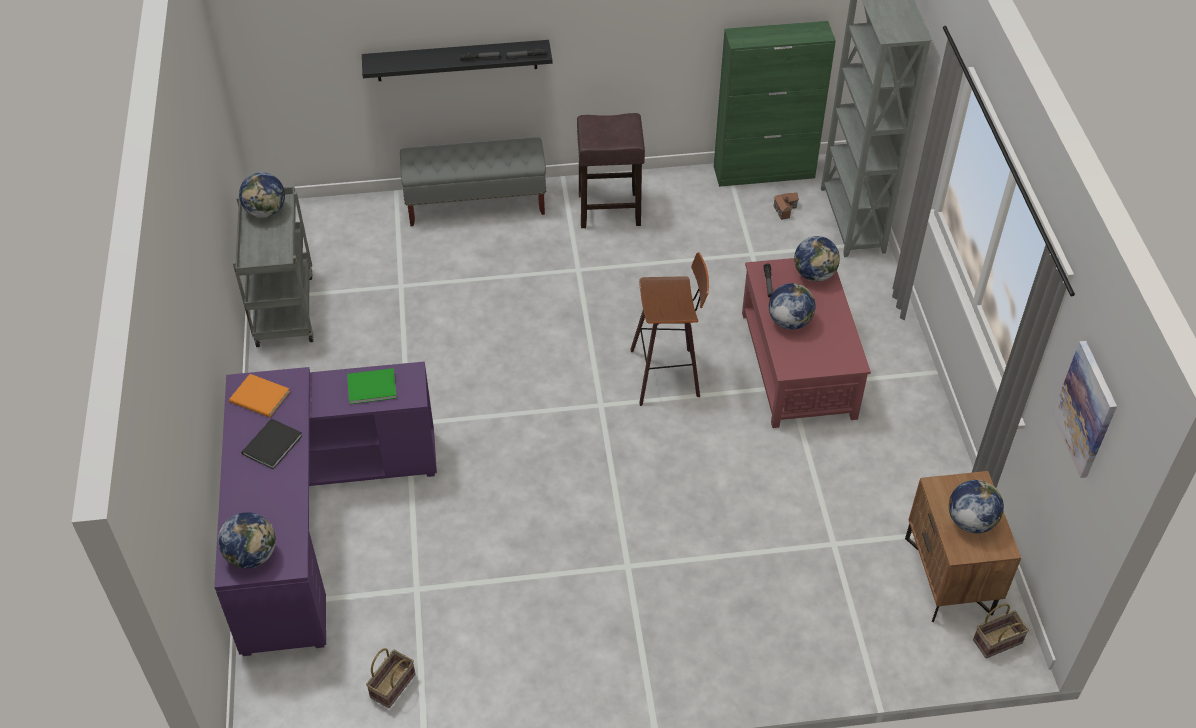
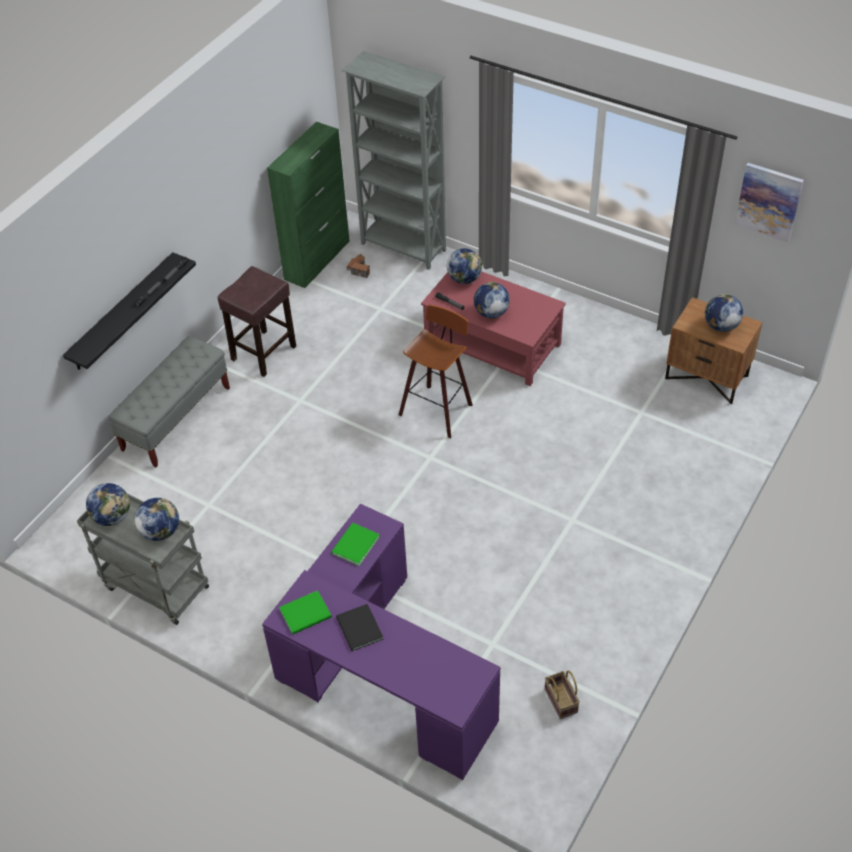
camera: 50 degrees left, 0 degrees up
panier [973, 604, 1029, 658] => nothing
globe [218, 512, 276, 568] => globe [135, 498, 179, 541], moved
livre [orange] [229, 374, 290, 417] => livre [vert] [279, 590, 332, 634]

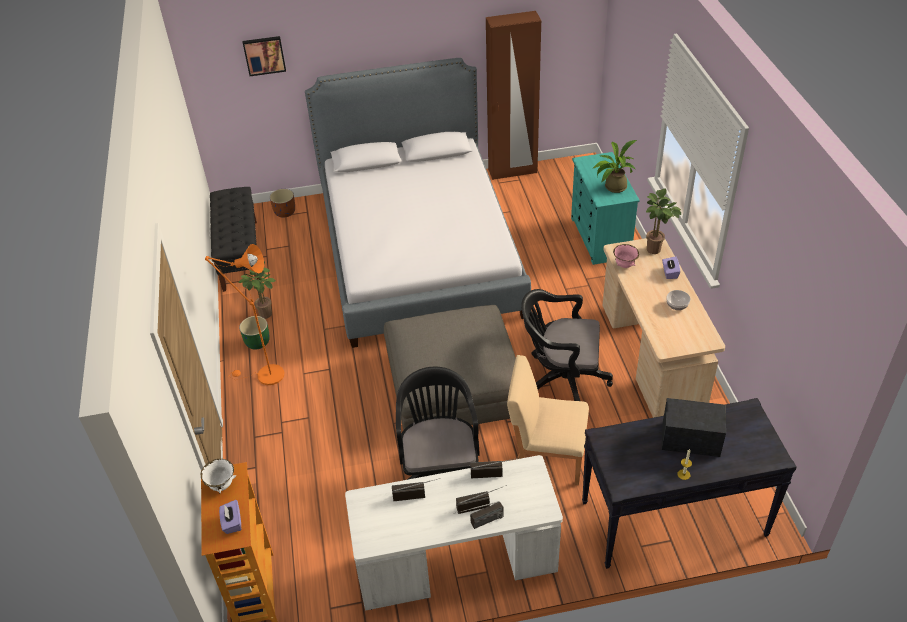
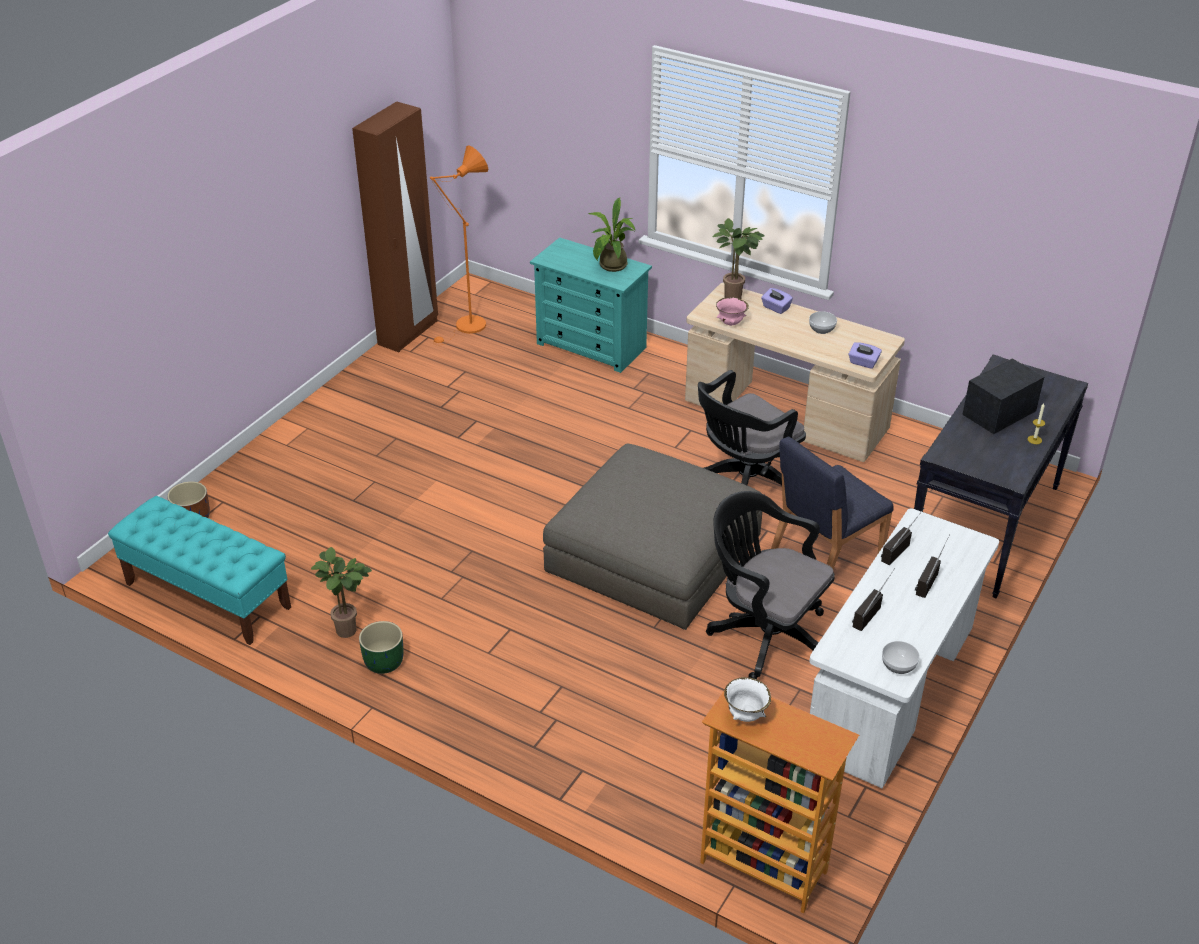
camera: 50 degrees left, 5 degrees down
tableau [243, 36, 286, 76] => nothing
lit [305, 58, 531, 348] => nothing
radio [457, 501, 503, 529] => nothing
nothing => bol [882, 641, 920, 674]
lampadaire [orange] [205, 244, 284, 385] => lampadaire [orange] [430, 145, 488, 345], moved
boîte à mouchoirs [violet] [219, 500, 241, 534] => boîte à mouchoirs [violet] [849, 342, 882, 369], moved
banc [noir] [210, 187, 258, 292] => banc [turquoise] [108, 496, 291, 645]
chaise [beige] [507, 355, 589, 485] => chaise [bleu] [771, 437, 894, 569]

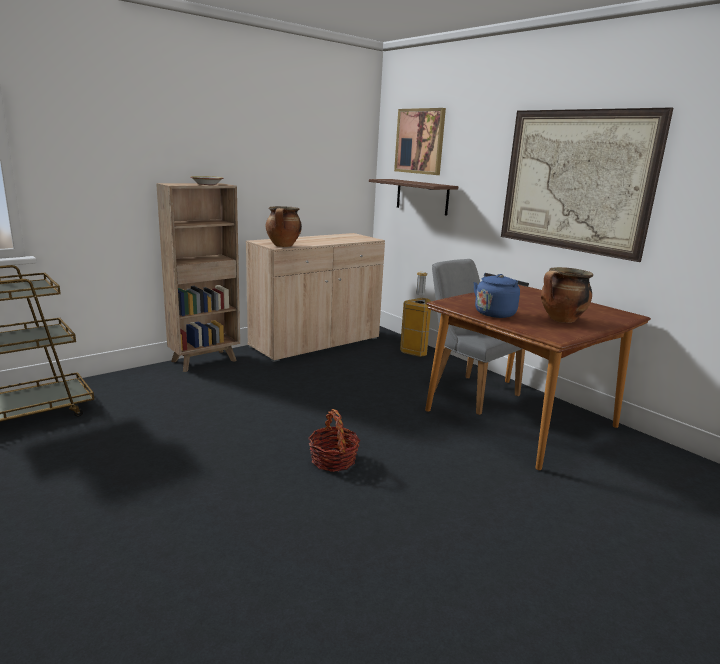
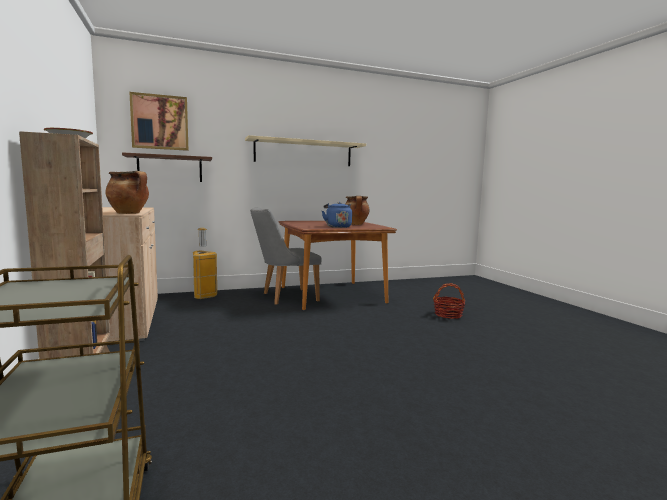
camera: 70 degrees left, 10 degrees down
panier [308, 409, 361, 472] => panier [433, 283, 465, 319], moved
tableau [501, 107, 673, 262] => étagère [beige] [245, 135, 366, 166]

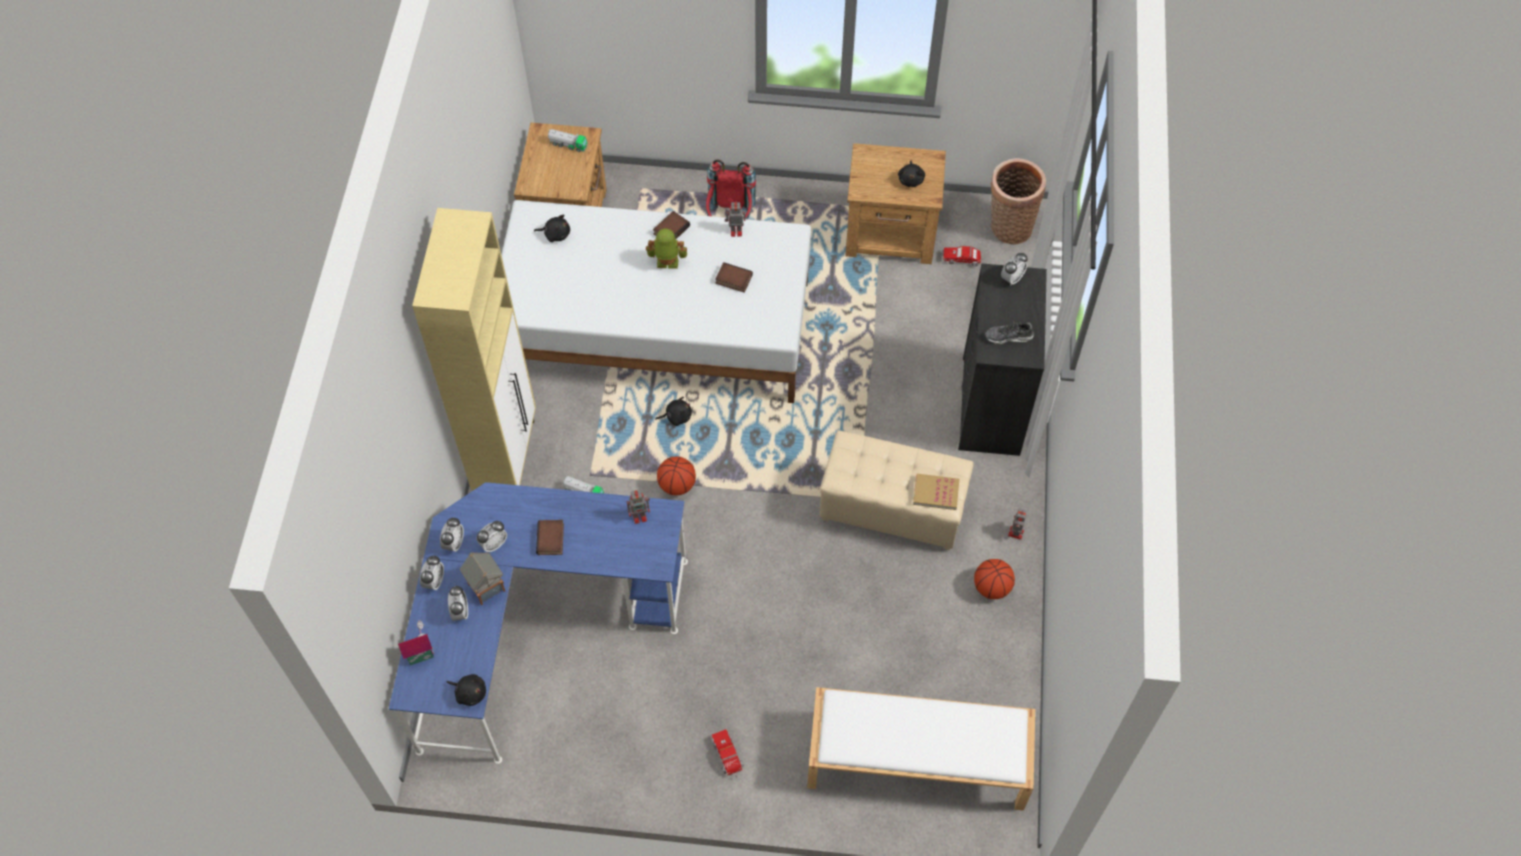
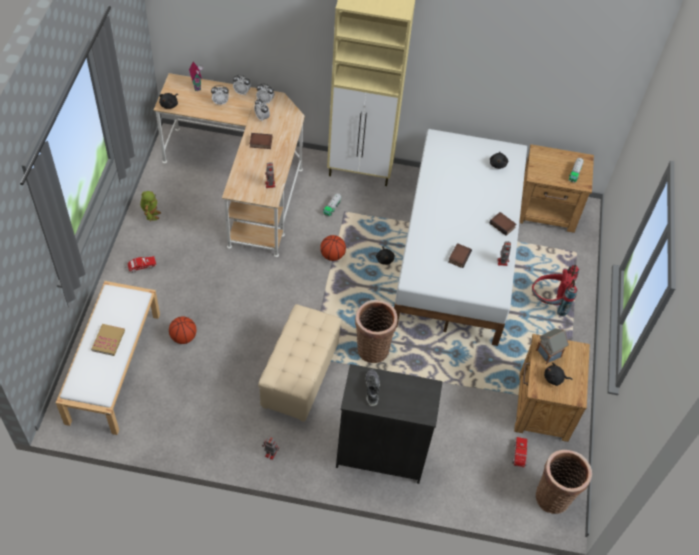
camera: 90 degrees right, 5 degrees down
réveil [1001, 253, 1028, 286] => nothing
nothing => panier [355, 300, 397, 363]
maison miniature [460, 552, 505, 605] => maison miniature [536, 328, 569, 364], moved
robot jouet [646, 228, 687, 269] => robot jouet [140, 191, 161, 222], moved
livre [913, 474, 959, 510] => livre [91, 324, 125, 356], moved
ballon de basket [974, 559, 1015, 599] => ballon de basket [169, 317, 196, 344], moved
bureau [bleu] [389, 482, 688, 764] => bureau [beige] [154, 73, 305, 257]

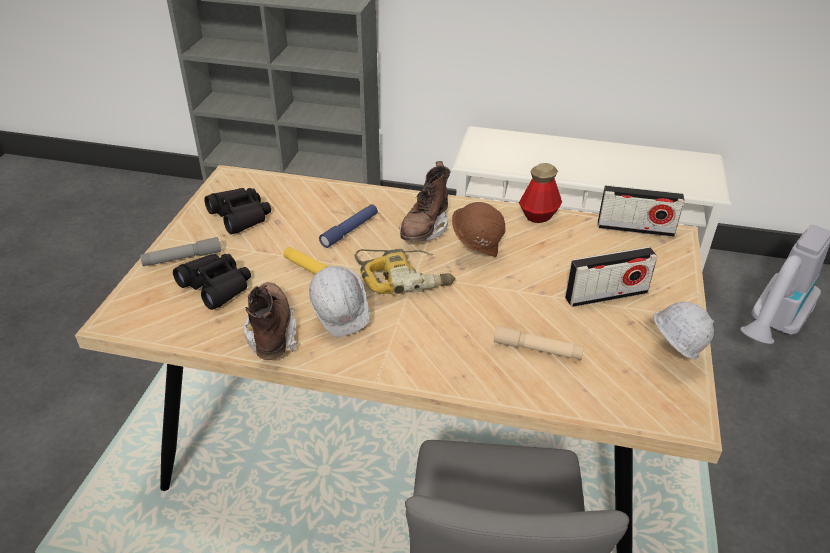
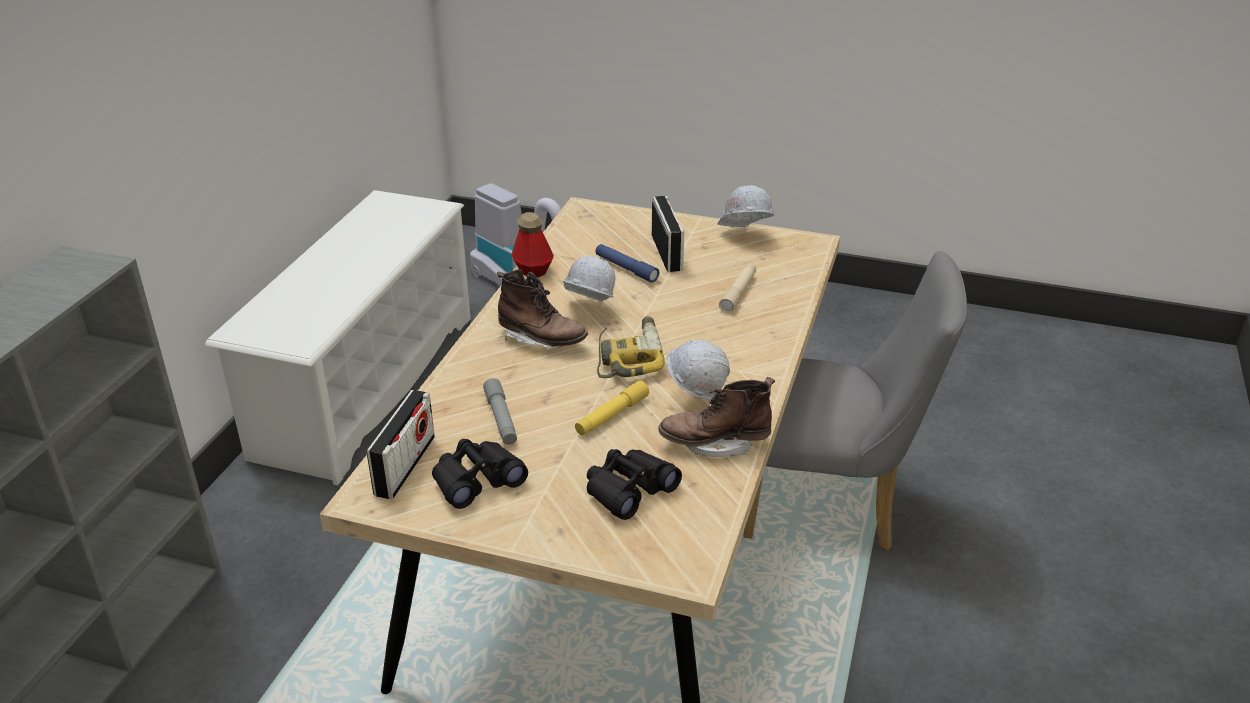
camera: 85 degrees left, 5 degrees down
lampe de poche [gris] [140, 237, 221, 266] => lampe de poche [gris] [483, 378, 517, 445], moved
lampe de poche [bleu] [319, 204, 378, 248] => lampe de poche [bleu] [595, 244, 659, 283], moved
radio [598, 185, 684, 237] => radio [367, 390, 435, 499], moved
casque de chantier [marron] [452, 202, 505, 257] => casque de chantier [blanc] [563, 256, 615, 301]

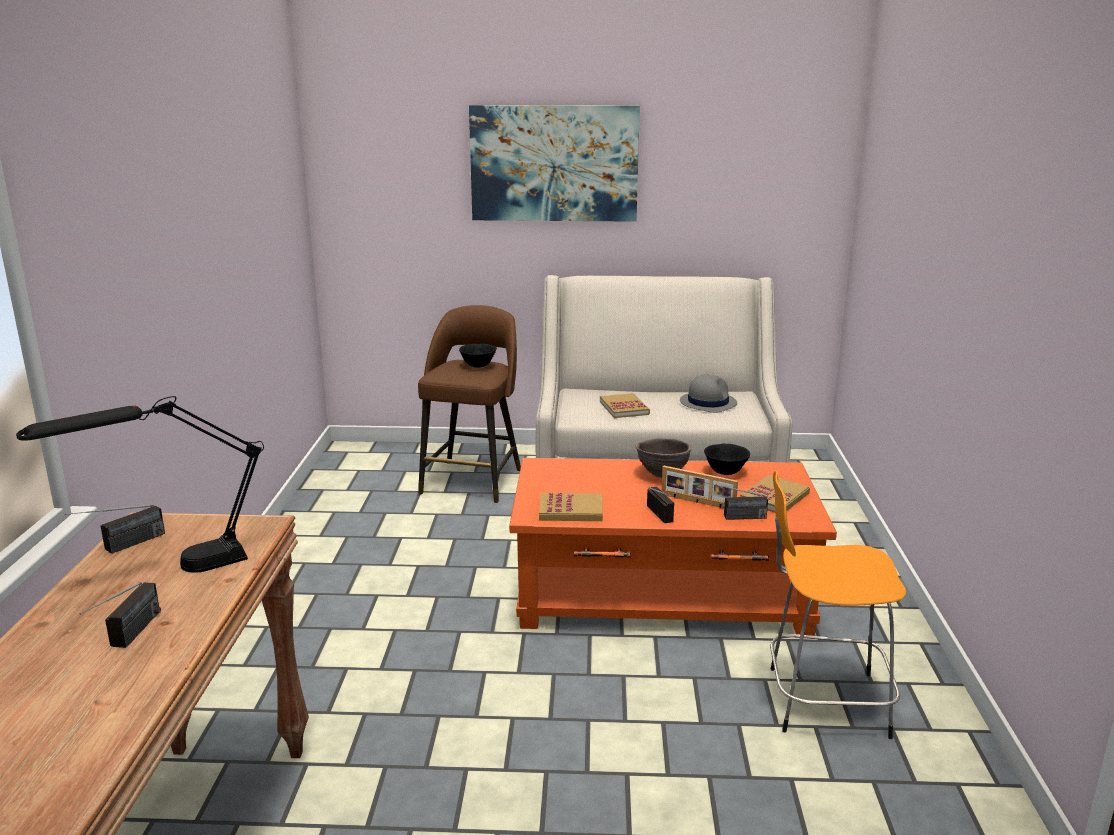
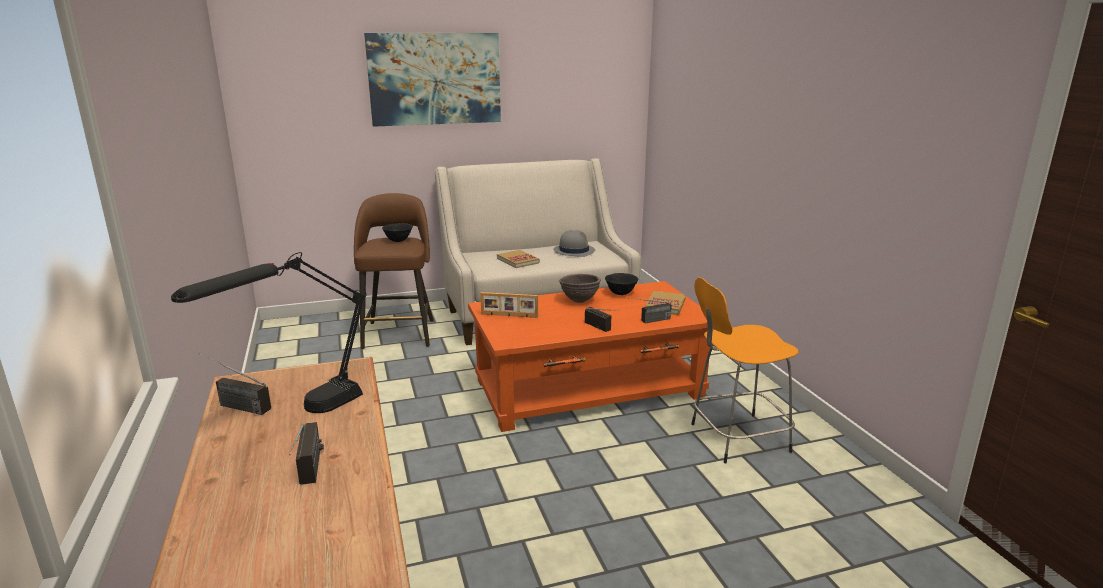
camera: 20 degrees left, 0 degrees up
livre [539, 493, 603, 521] => nothing
cadre photo [662, 466, 738, 508] => cadre photo [480, 292, 538, 318], moved
radio [65, 505, 165, 554] => radio [198, 353, 271, 415], 90 degrees clockwise

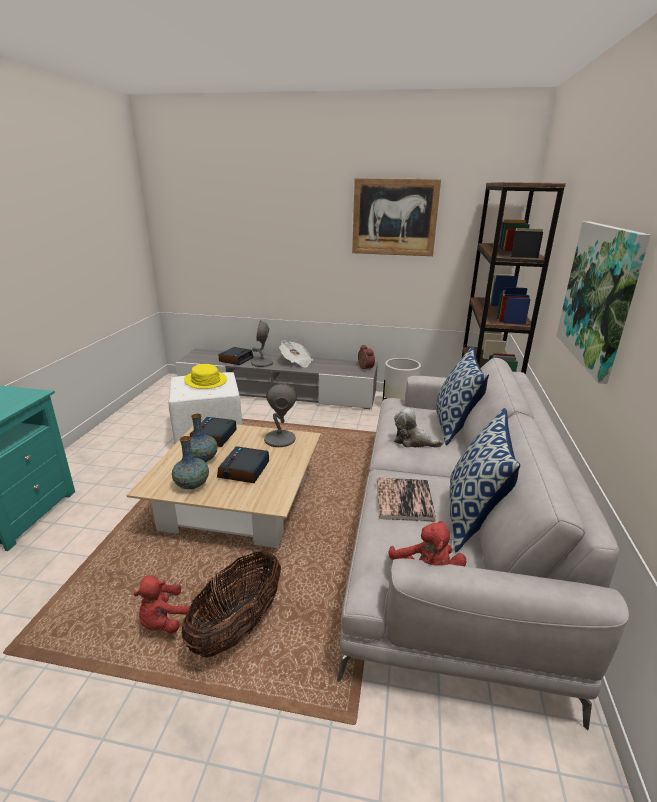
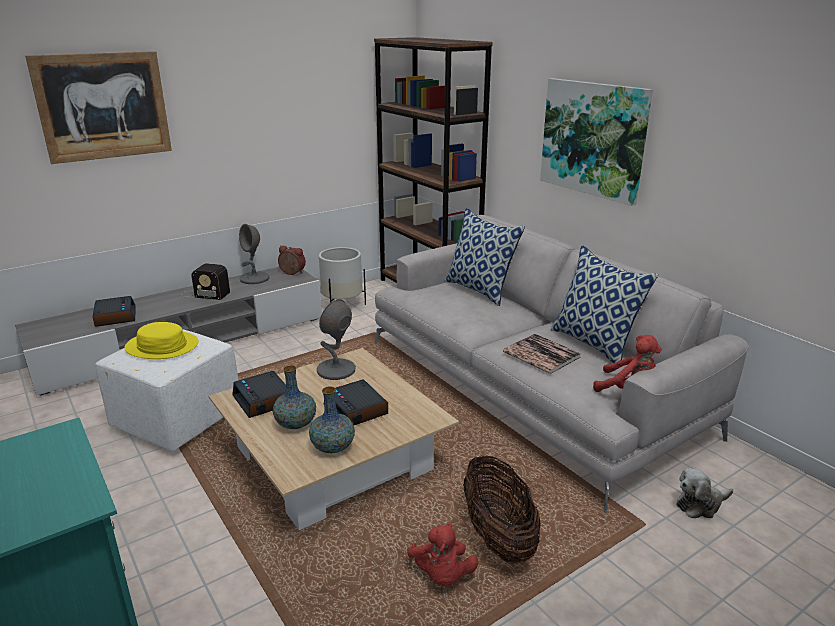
camera: 45 degrees left, 0 degrees up
lampe de table [gris] [251, 320, 273, 367] => lampe de table [gris] [239, 224, 269, 284], moved
tableau [352, 178, 441, 256] => tableau [25, 51, 172, 164], moved
peluche [394, 408, 443, 448] => peluche [676, 468, 733, 518], moved
journal [279, 340, 313, 368] => radio [182, 264, 230, 300]

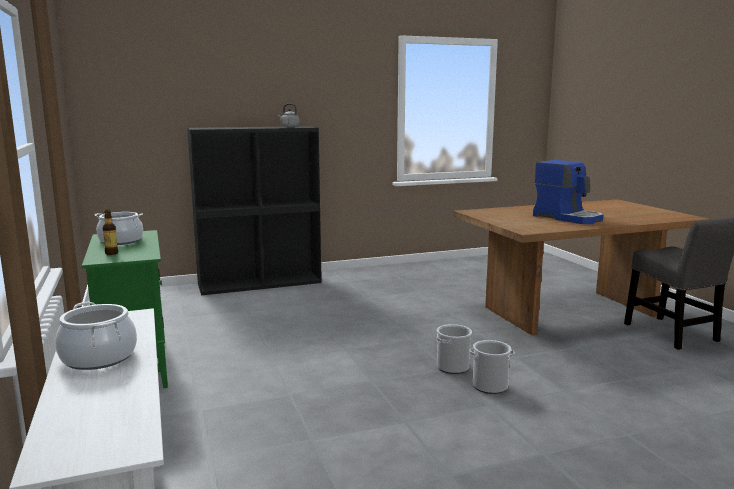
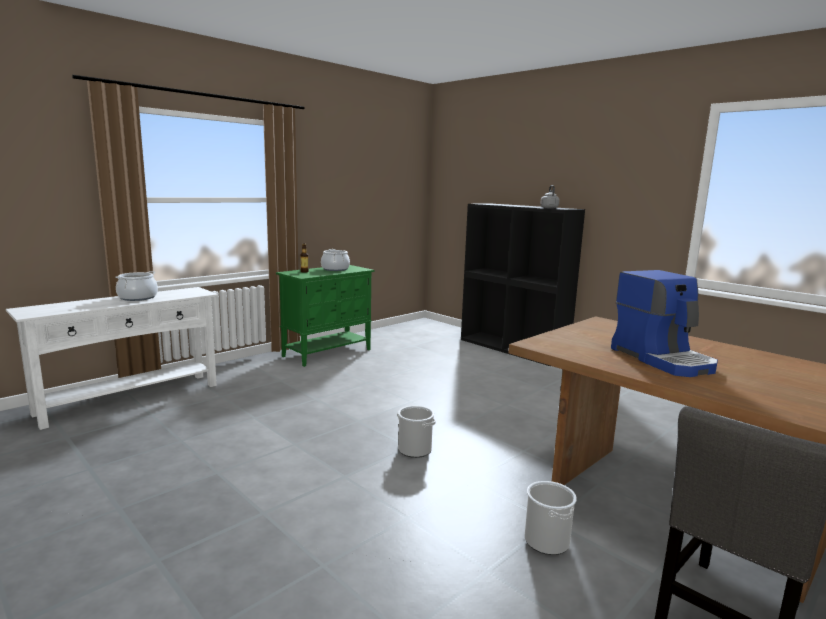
camera: 65 degrees right, 0 degrees up
seau [469, 340, 515, 394] => seau [525, 481, 577, 555], moved
machine à café [533, 160, 603, 224] => machine à café [611, 270, 718, 377], 45 degrees counterclockwise

